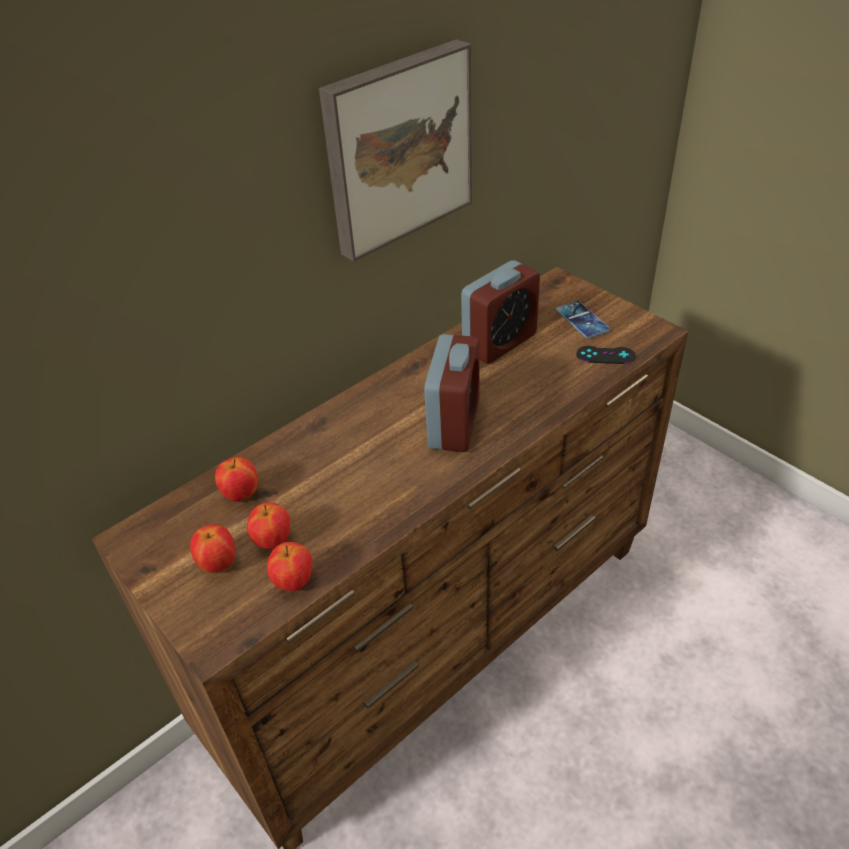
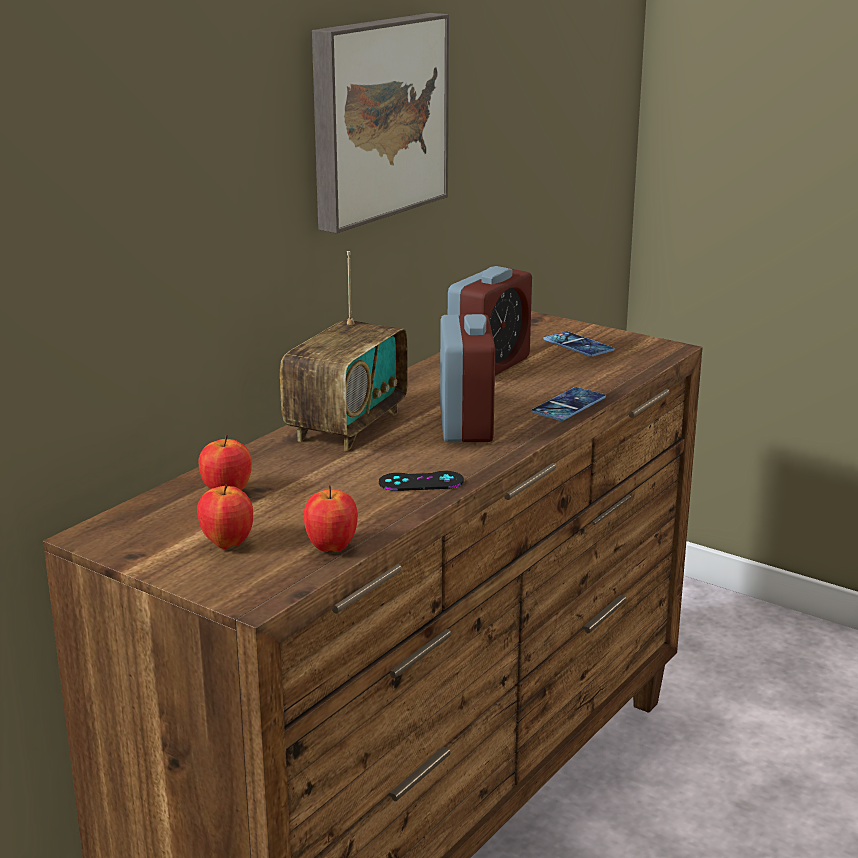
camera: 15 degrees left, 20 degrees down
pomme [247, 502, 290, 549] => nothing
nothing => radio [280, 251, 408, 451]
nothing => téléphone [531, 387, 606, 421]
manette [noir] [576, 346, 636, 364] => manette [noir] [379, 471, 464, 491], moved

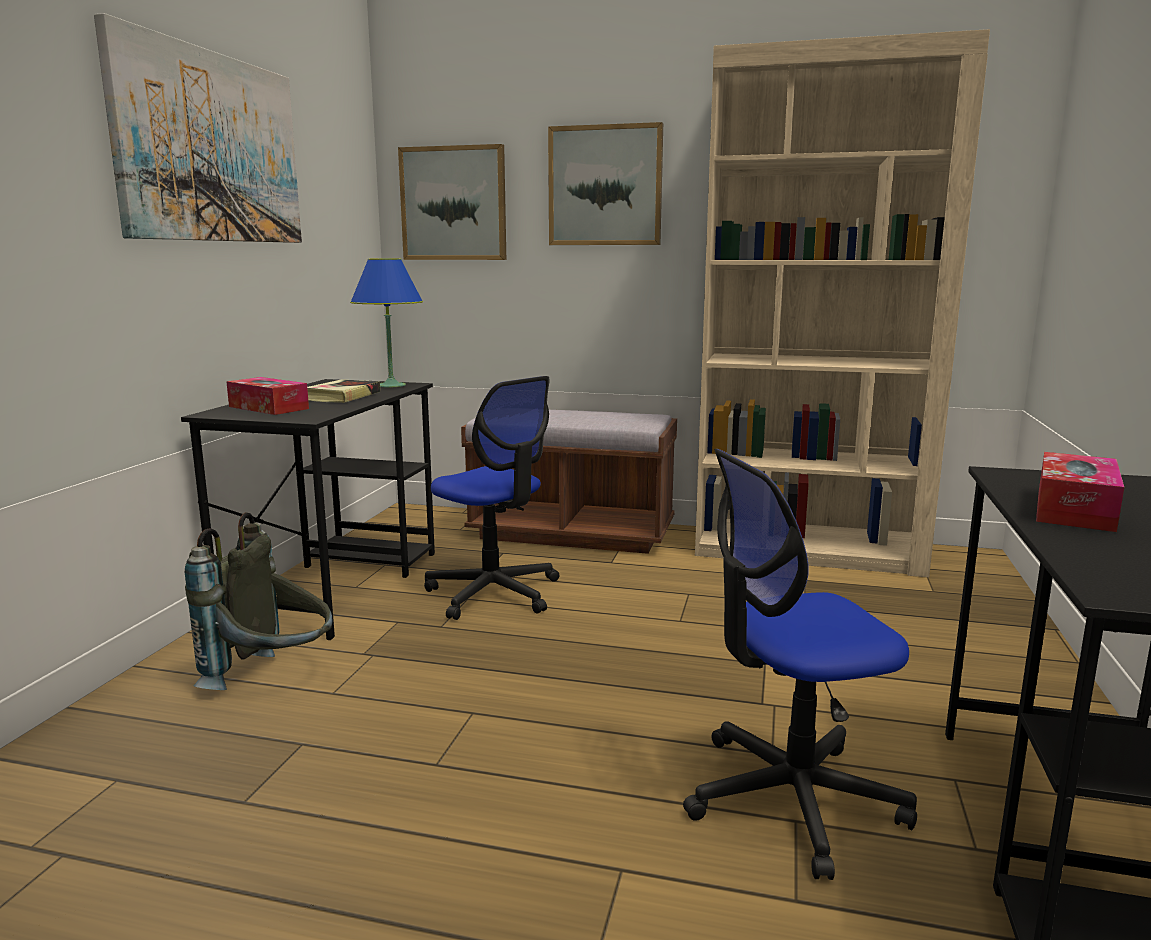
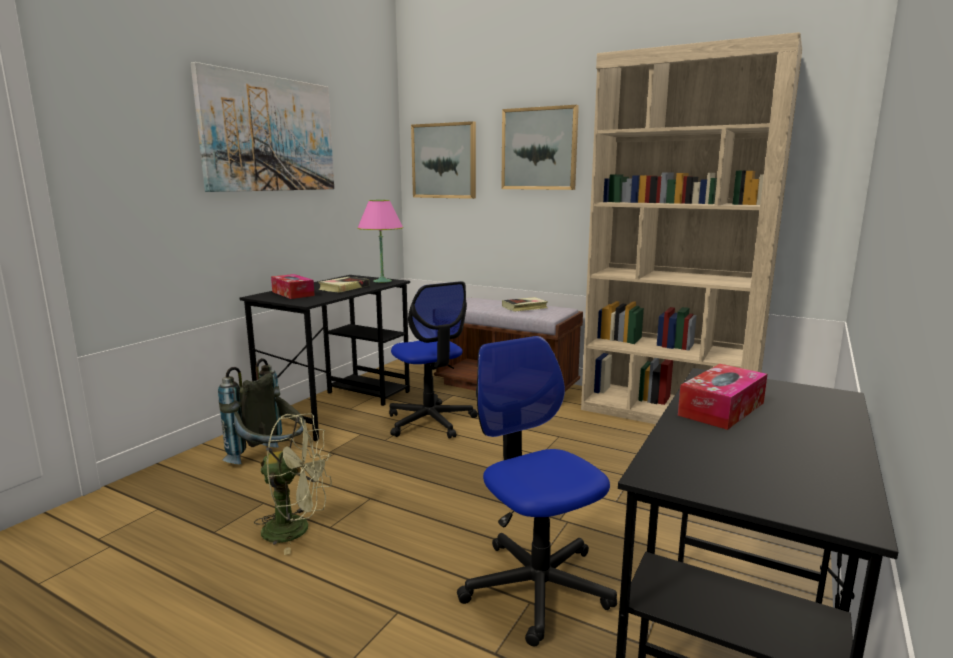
camera: 15 degrees right, 0 degrees up
nothing => ventilateur [vert] [254, 413, 332, 555]
nothing => livre [502, 297, 548, 312]
lampe de table [bleu] [350, 259, 423, 387] => lampe de table [rose] [357, 200, 403, 283]
chaise de bureau [683, 449, 917, 880] => chaise de bureau [457, 336, 617, 647], 60 degrees clockwise

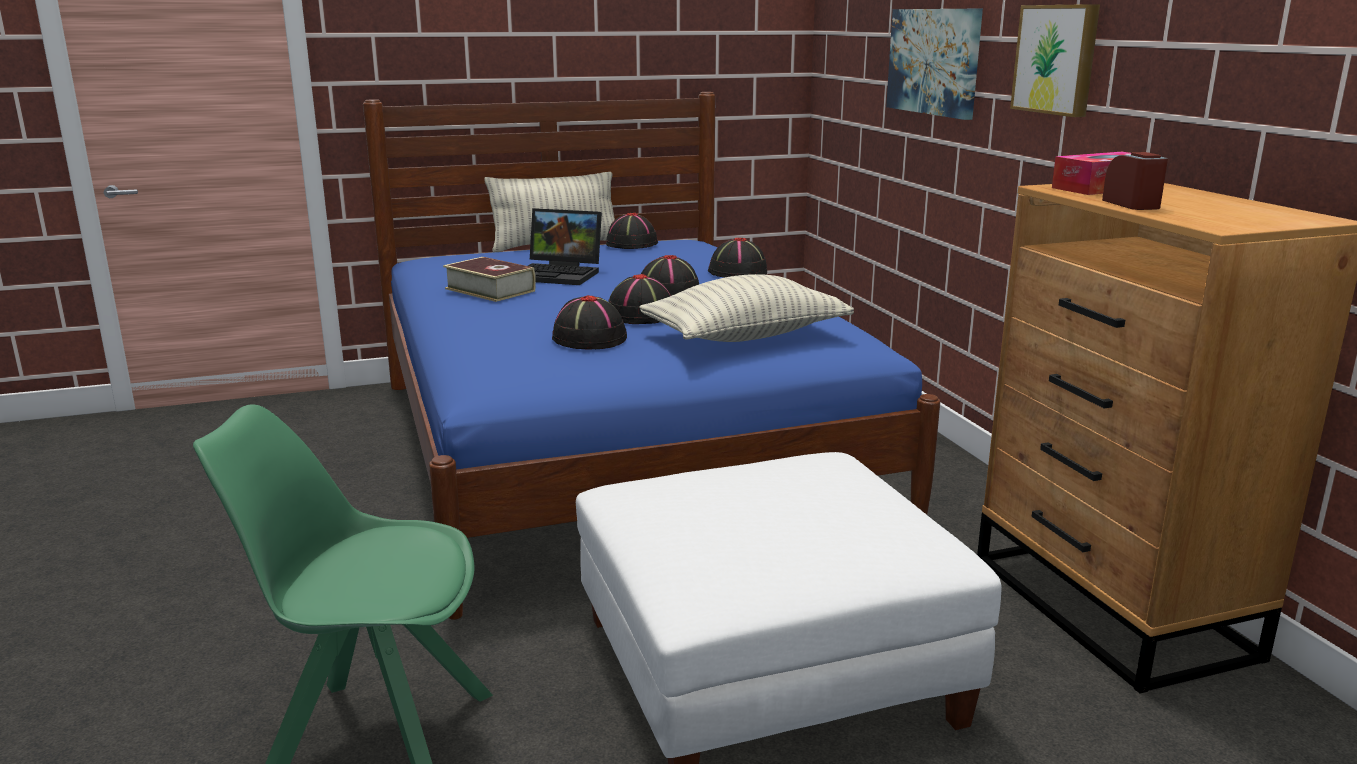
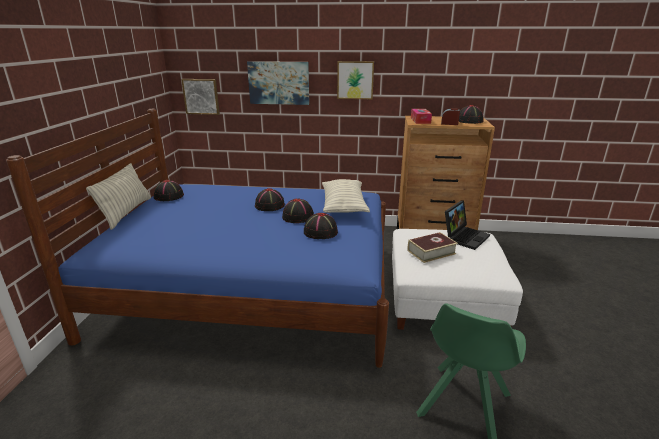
camera: 65 degrees left, 5 degrees up
nothing => tableau [181, 79, 220, 115]
livre [443, 257, 536, 302] => livre [408, 232, 458, 263], moved
ordinateur portable [528, 208, 602, 285] => ordinateur portable [445, 201, 490, 250], moved
chapeau [noir] [708, 238, 767, 277] => chapeau [noir] [459, 105, 484, 124], moved

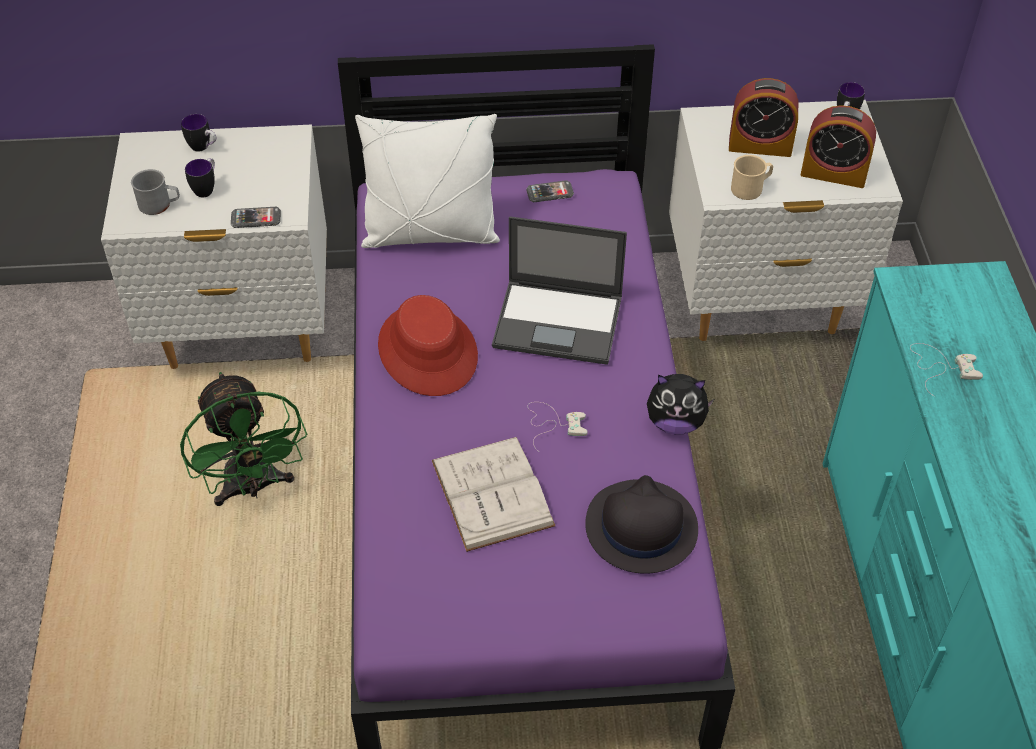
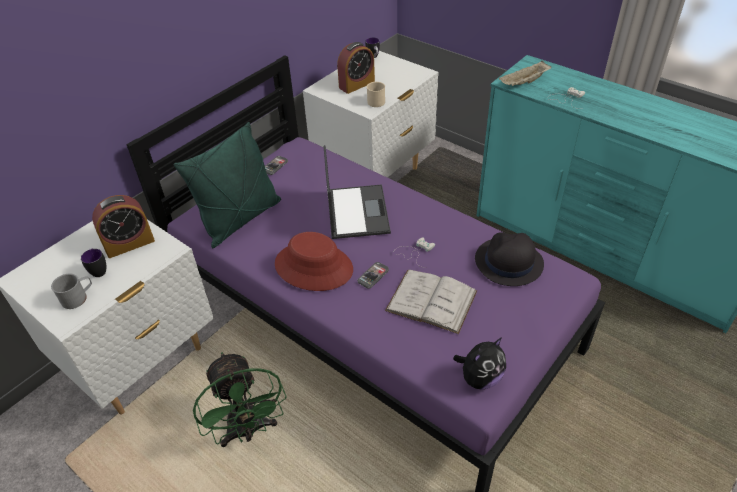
camera: 45 degrees left, 5 degrees down
mug [181, 114, 216, 152] => nothing
nothing => plateau [beige] [499, 60, 552, 86]
téléphone [231, 207, 281, 228] => téléphone [357, 262, 389, 289], moved
peluche [647, 374, 714, 435] => peluche [453, 337, 506, 390], moved
réveil [801, 105, 876, 188] => réveil [92, 195, 155, 258], moved
coussin [blanc] [355, 114, 500, 248] => coussin [vert] [174, 122, 281, 249]
ventilateur [vert] [180, 372, 307, 506] => ventilateur [vert] [193, 352, 287, 447], 45 degrees clockwise
ordinateur portable [492, 217, 627, 365] => ordinateur portable [324, 145, 391, 239], 60 degrees counterclockwise

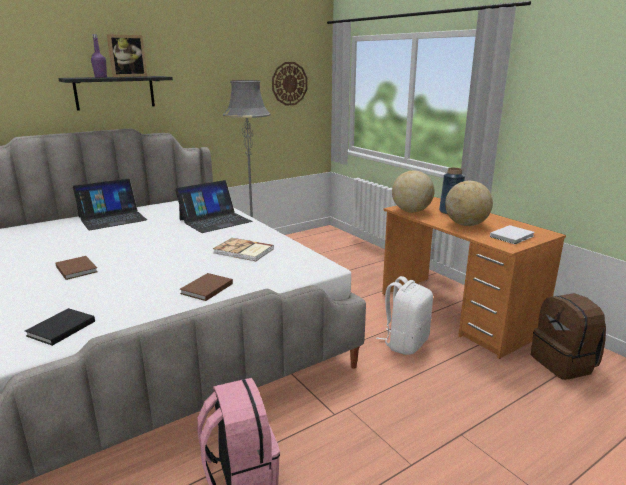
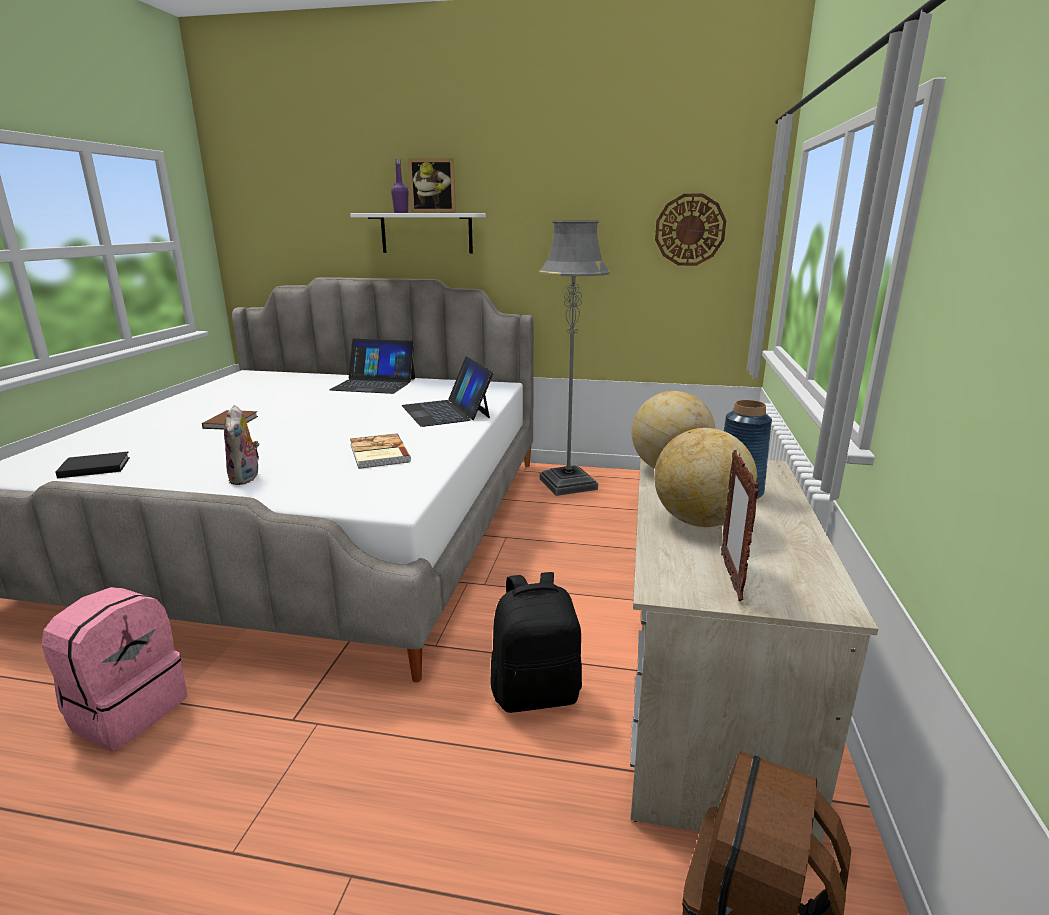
camera: 45 degrees right, 0 degrees up
livre [marron] [180, 273, 233, 301] => peluche [224, 405, 260, 485]
livre [blanc] [490, 225, 535, 244] => cadre photo [721, 450, 759, 601]
étagère [noir] [58, 76, 173, 111] => étagère [blanc] [350, 213, 486, 254]
sac à dos [blanc] [376, 276, 433, 355] => sac à dos [noir] [490, 572, 582, 713]
bureau [orange] [382, 197, 566, 359] => bureau [beige] [630, 457, 878, 844]
ordinateur portable [175, 180, 253, 233] => ordinateur portable [402, 357, 494, 427], 60 degrees clockwise

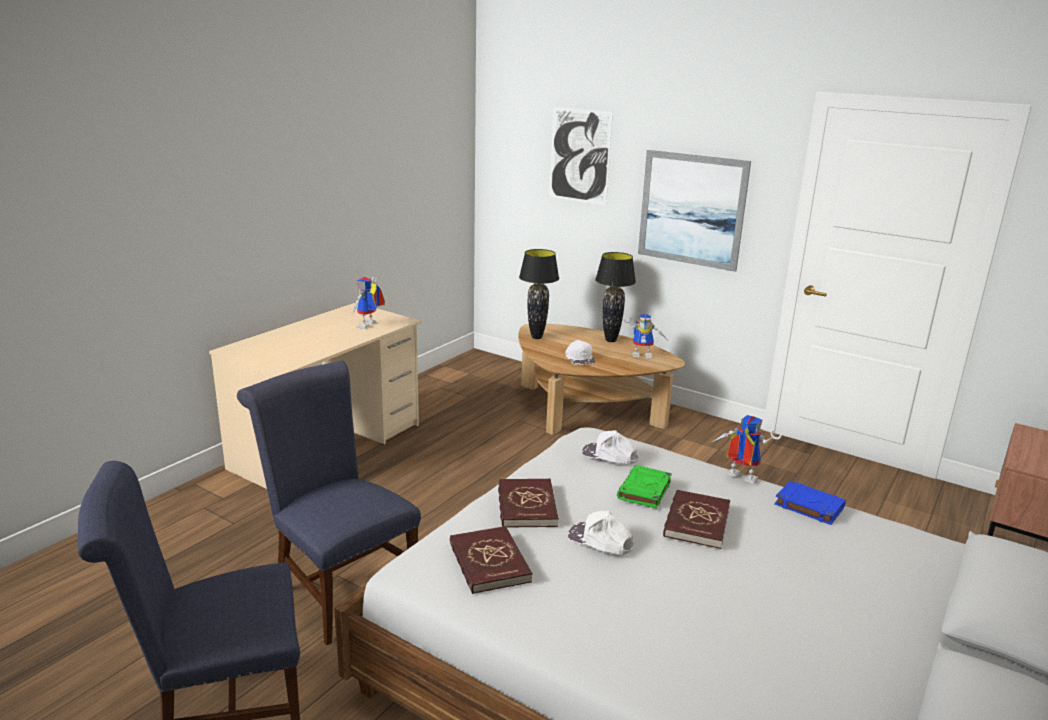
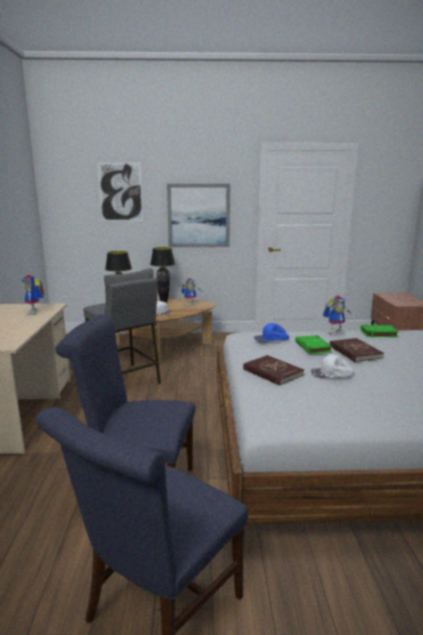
camera: 35 degrees left, 5 degrees down
livre [rouge] [450, 526, 532, 594] => nothing
nothing => tabouret [gris] [83, 268, 161, 384]
casquette [blanc] [582, 430, 638, 465] => casquette [bleu] [254, 323, 289, 342]
livre [bleu] [774, 481, 846, 525] => livre [vert] [360, 325, 399, 337]
robot jouet [712, 415, 782, 484] => robot jouet [323, 295, 353, 336], 150 degrees clockwise

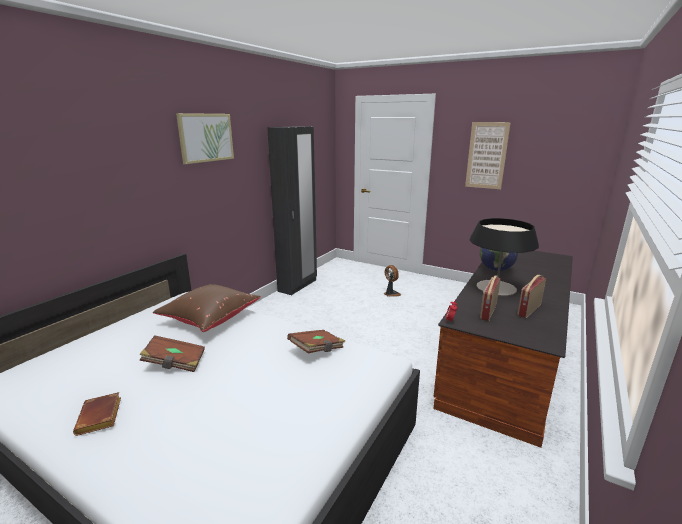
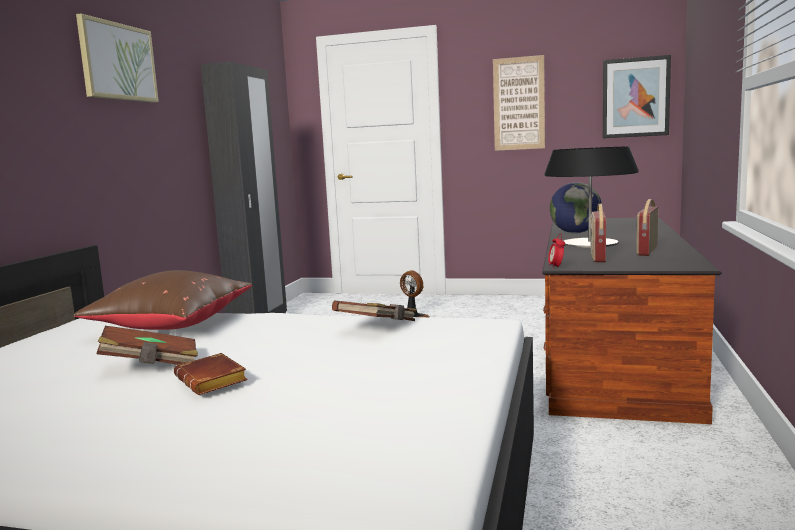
camera: 15 degrees left, 10 degrees down
nothing => tableau [603, 55, 671, 138]
livre [marron] [73, 392, 121, 436] => livre [marron] [174, 353, 248, 395], moved

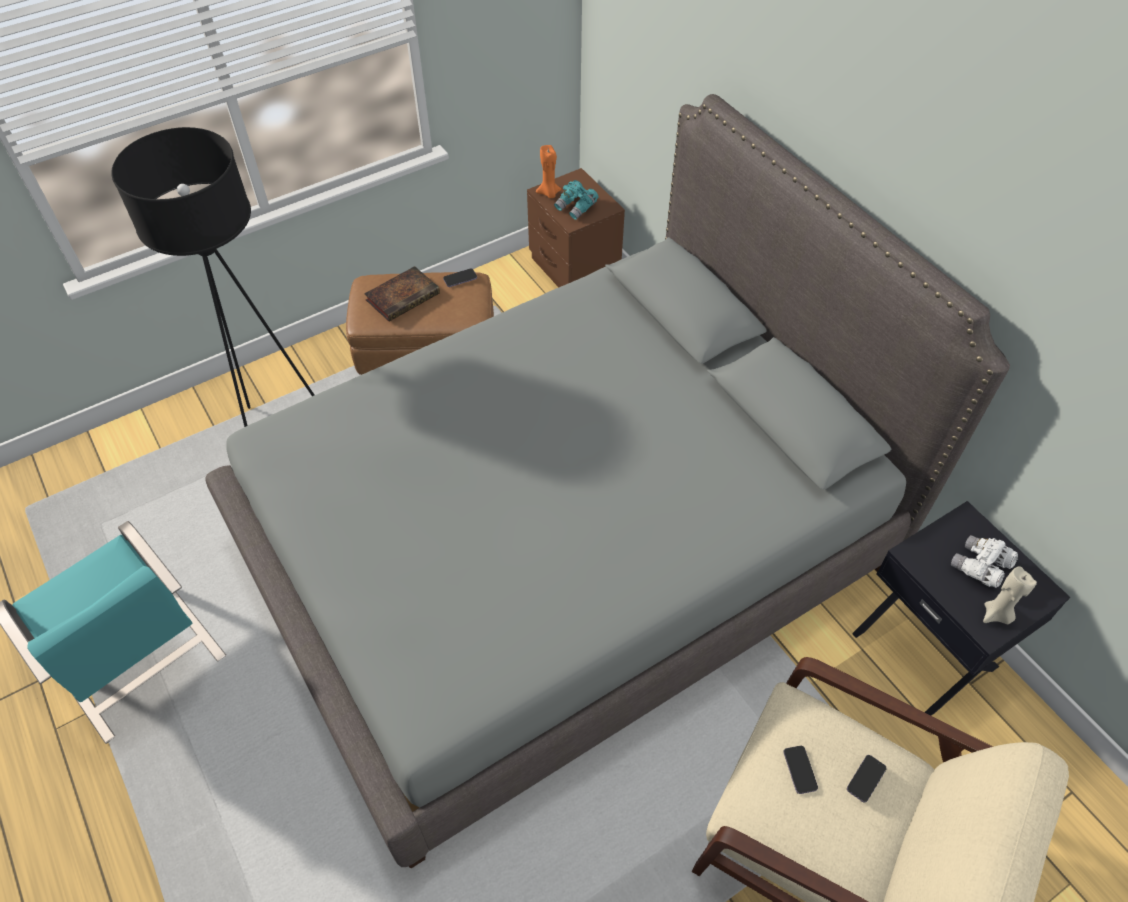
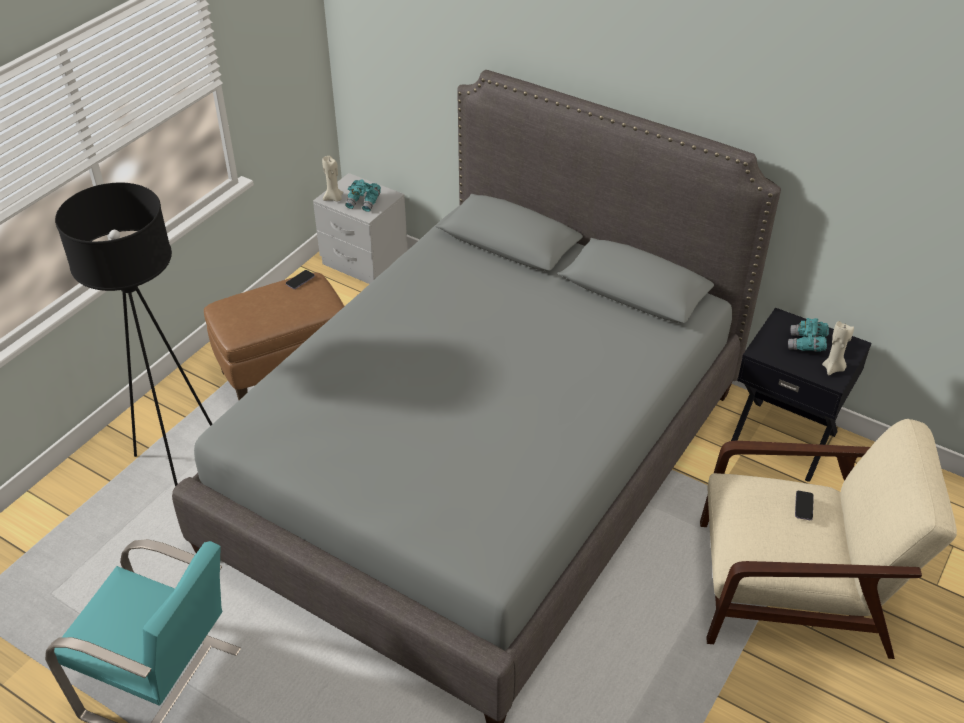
camera: 25 degrees left, 10 degrees down
livre [364, 266, 440, 322] => nothing
téléphone [783, 746, 818, 794] => nothing
table de chevet [marron] [527, 168, 625, 288] => table de chevet [gris] [313, 173, 407, 284]
bougie [orange] [536, 145, 561, 198] => bougie [beige] [322, 156, 343, 202]
jumelles [blanc] [951, 535, 1018, 588] => jumelles [turquoise] [788, 318, 829, 352]

